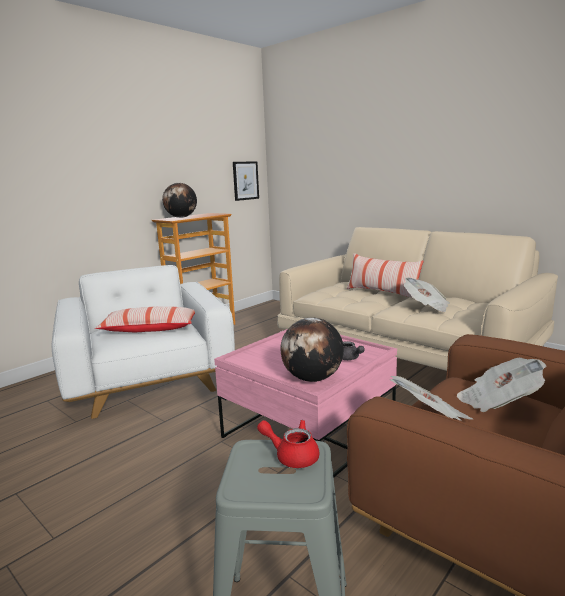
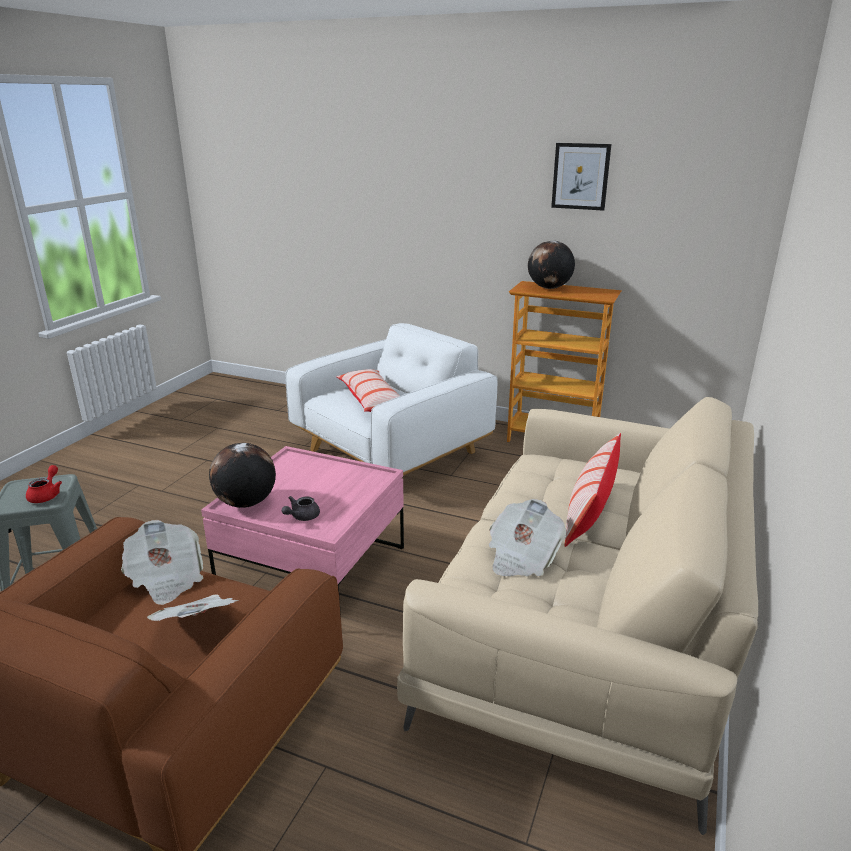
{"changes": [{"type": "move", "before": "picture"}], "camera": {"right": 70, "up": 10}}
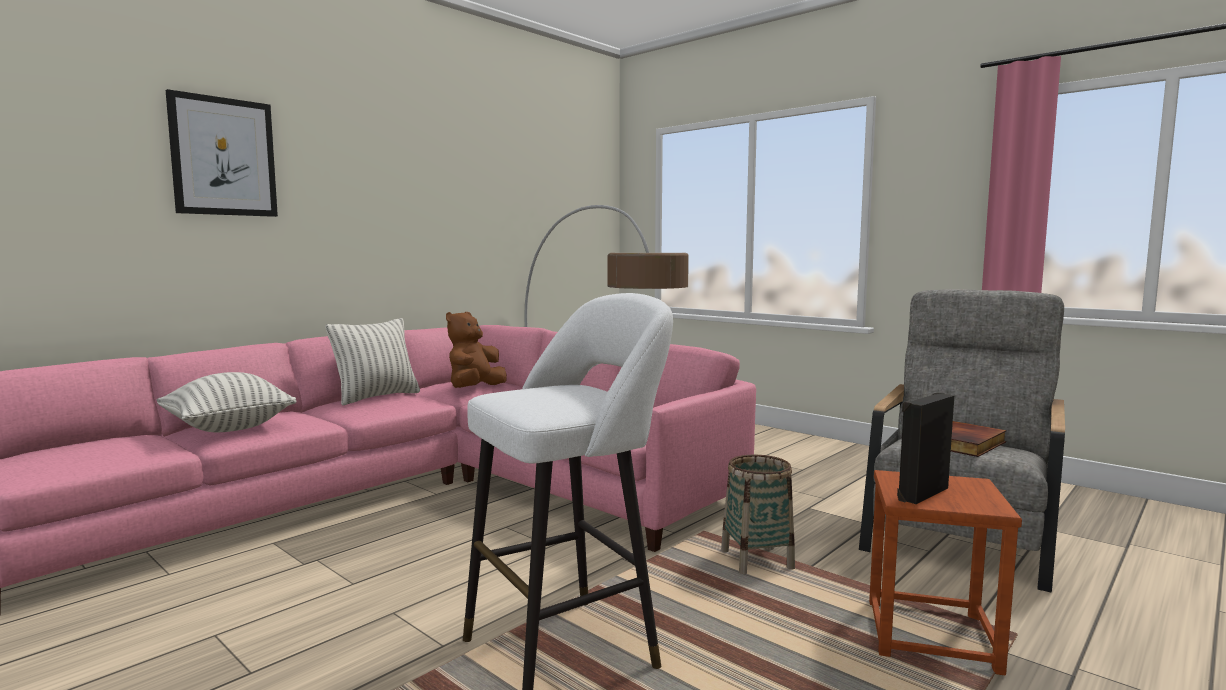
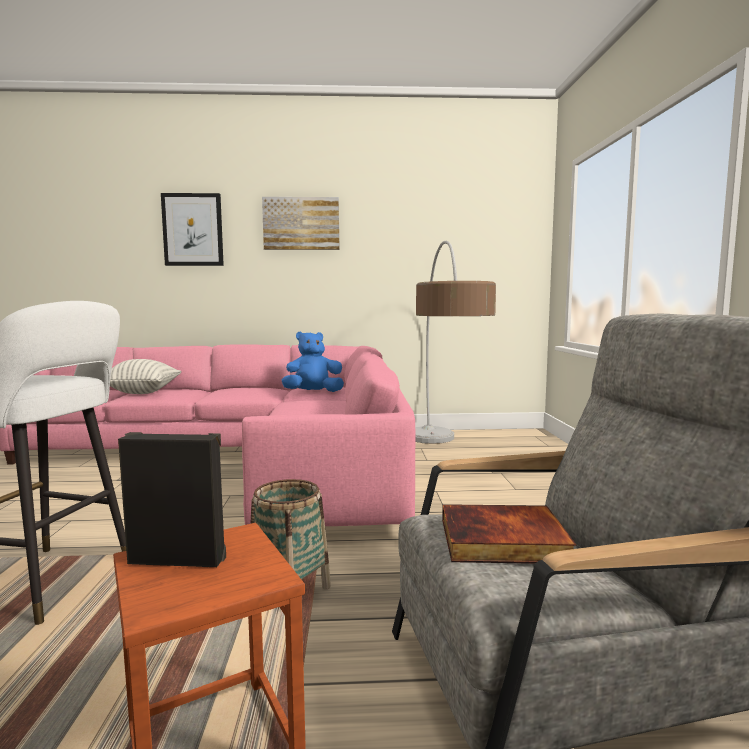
{"changes": [{"type": "insert", "after": "picture (2nd from left)"}, {"type": "recolor", "before": "brown plush toy", "after": "blue plush toy"}, {"type": "delete", "before": "pillow (2nd from left)"}], "camera": {"right": 45, "up": 0}}
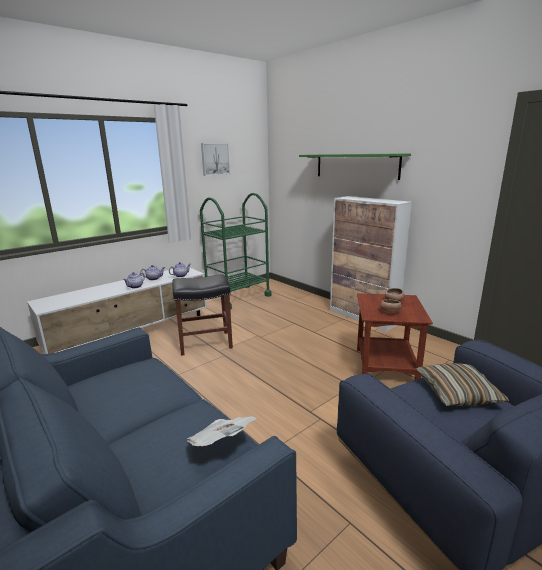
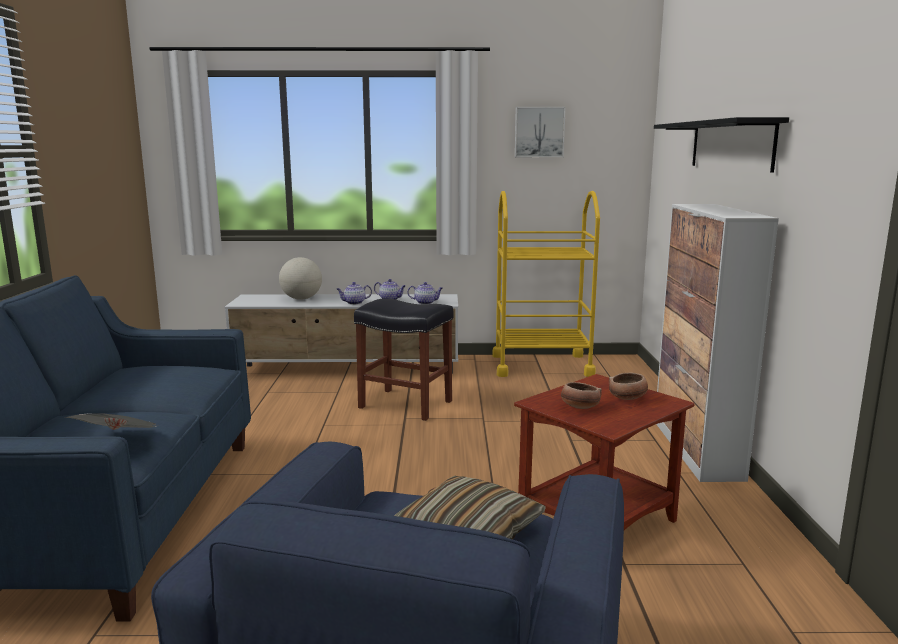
{"changes": [{"type": "insert", "after": "globe"}, {"type": "recolor", "before": "green cart", "after": "yellow cart"}, {"type": "recolor", "before": "green shelf", "after": "black shelf"}], "camera": {"right": 40, "up": -5}}
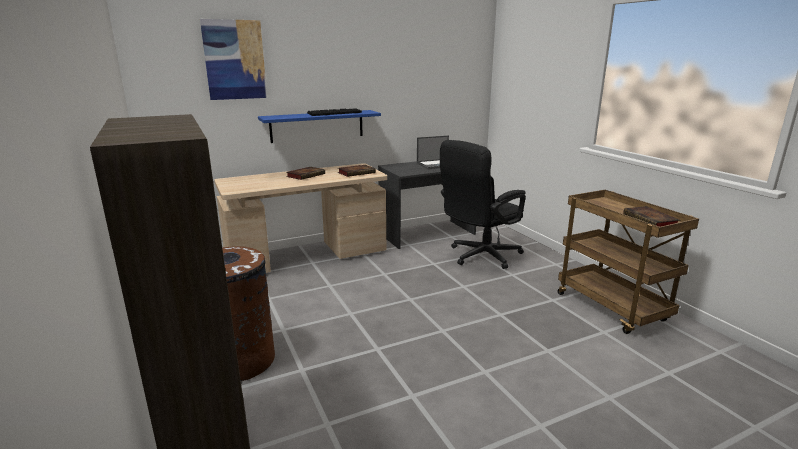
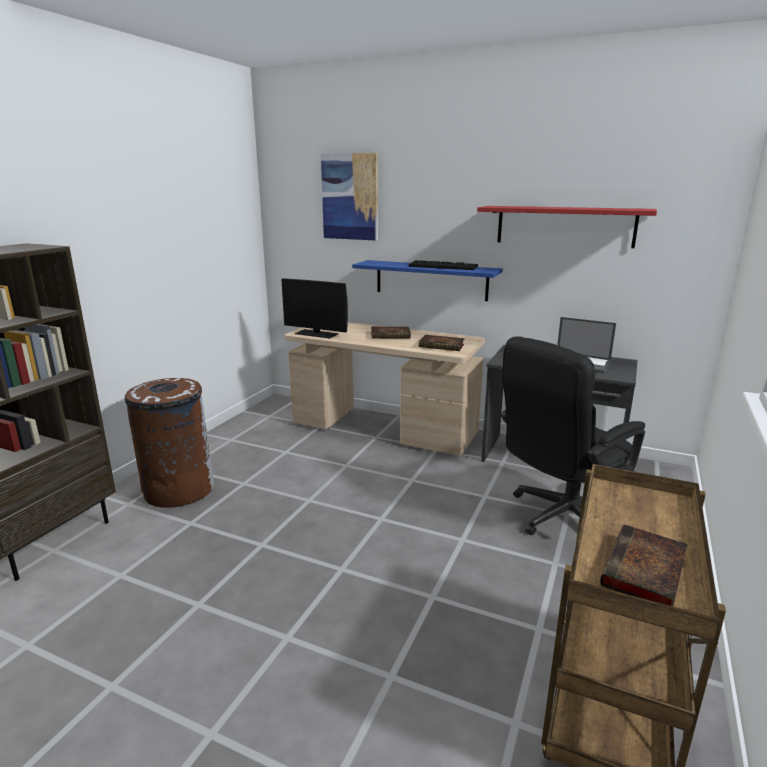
{"changes": [{"type": "insert", "after": "monitor"}, {"type": "insert", "after": "red shelf"}, {"type": "rotate", "before": "black office chair", "turn": -45}], "camera": {"right": 50, "up": 0}}
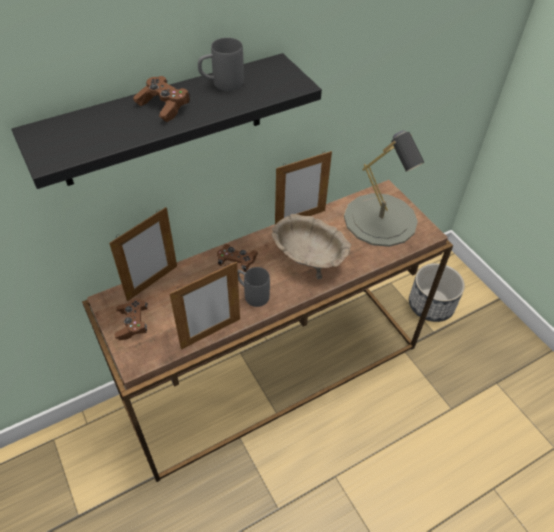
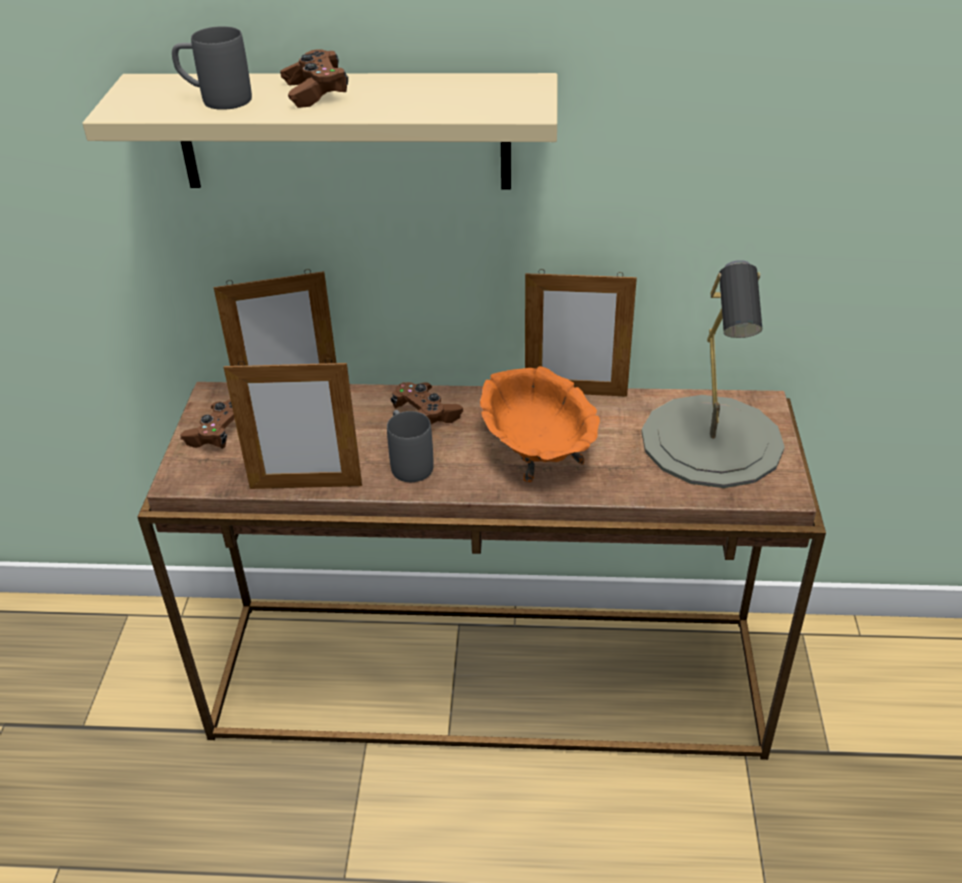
{"changes": [{"type": "recolor", "before": "black shelf", "after": "beige shelf"}, {"type": "move", "before": "grey mug (1st from left)"}, {"type": "recolor", "before": "beige bowl", "after": "orange bowl"}, {"type": "delete", "before": "planter"}], "camera": {"right": 35, "up": -10}}
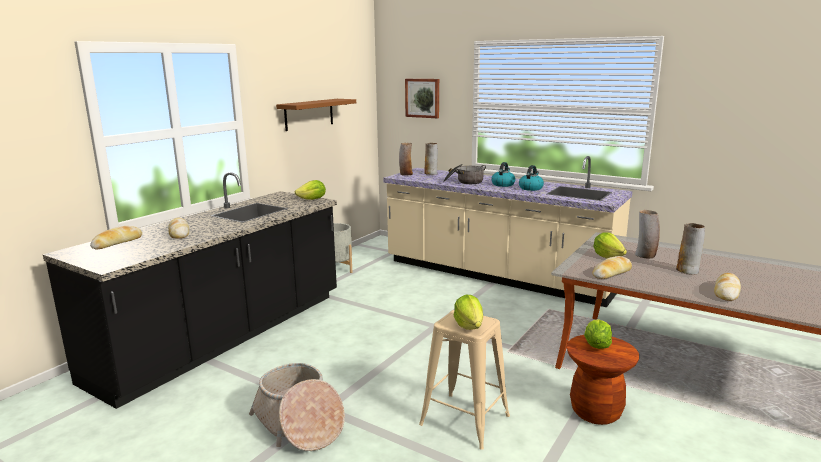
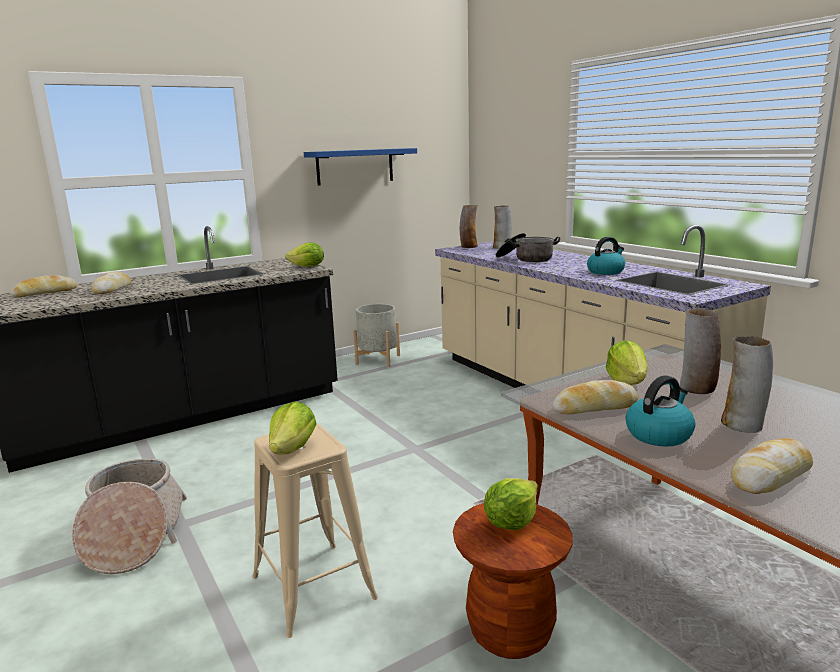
{"changes": [{"type": "recolor", "before": "brown shelf", "after": "blue shelf"}, {"type": "move", "before": "kettle (1st from left in the first image)", "after": "kettle (2nd from left)"}, {"type": "delete", "before": "picture"}], "camera": {"right": 25, "up": 0}}
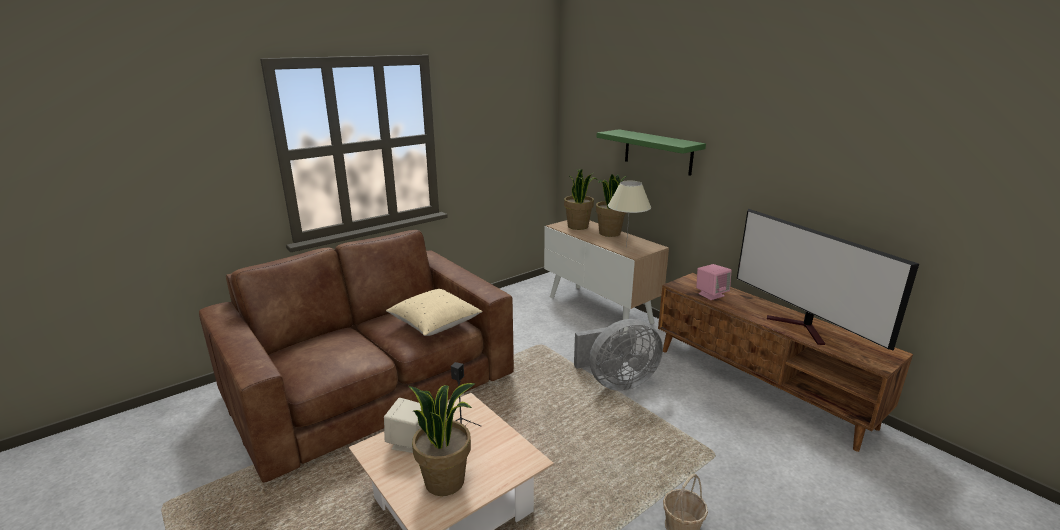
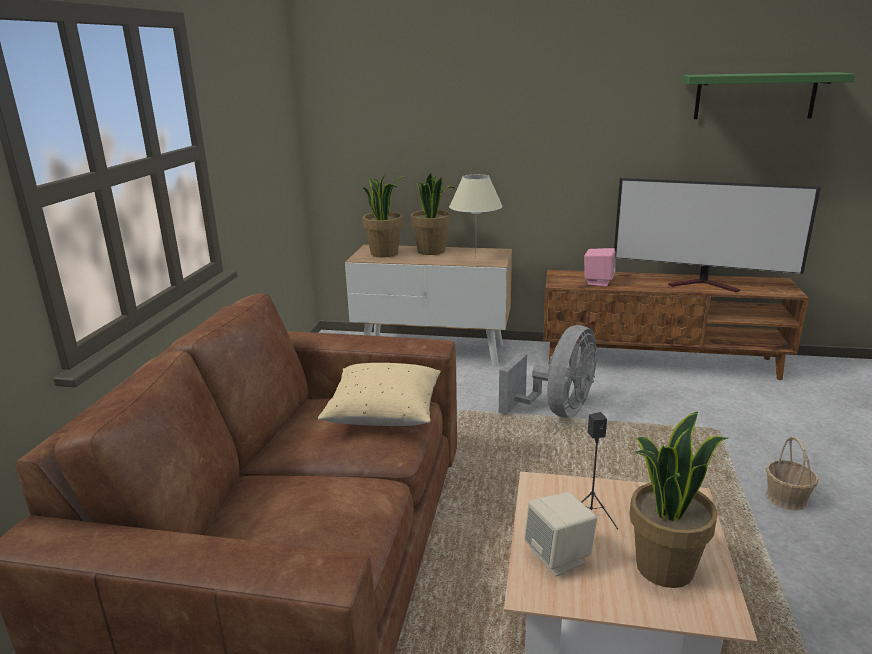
{"changes": [{"type": "move", "before": "green shelf"}], "camera": {"right": -40, "up": 0}}
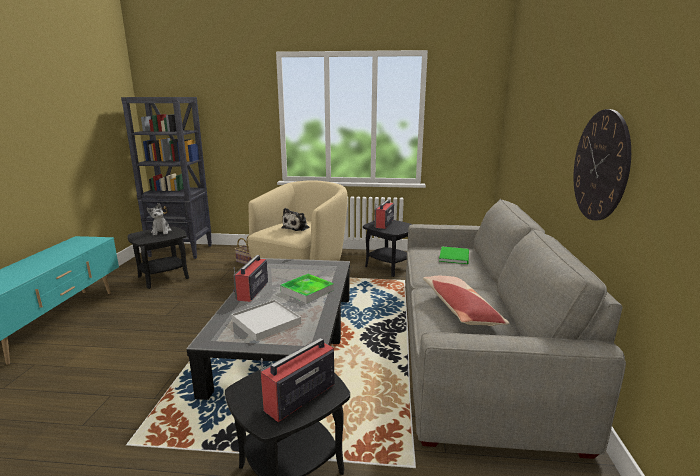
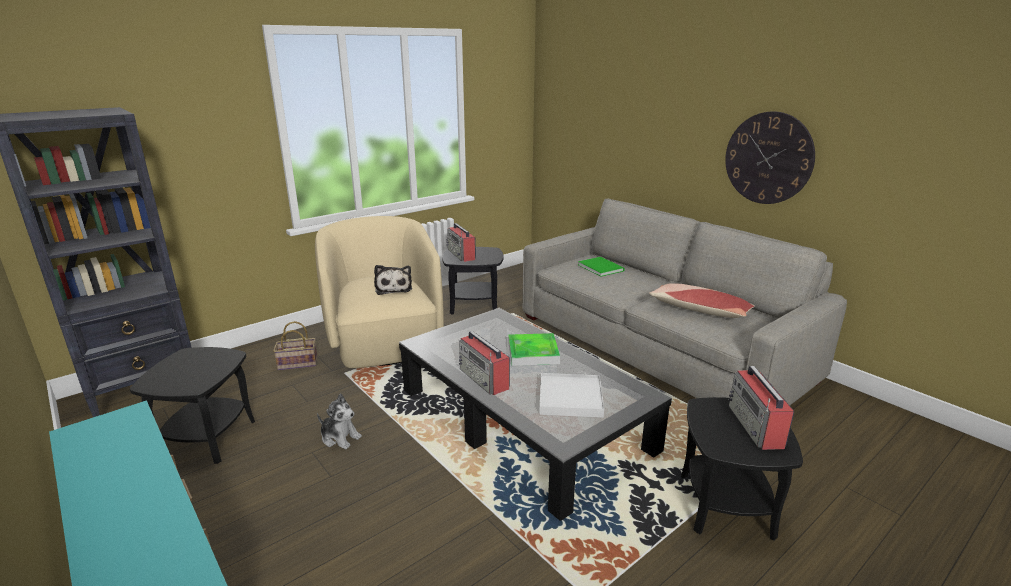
{"changes": [{"type": "move", "before": "plush toy (1st from left)"}], "camera": {"right": -45, "up": 5}}
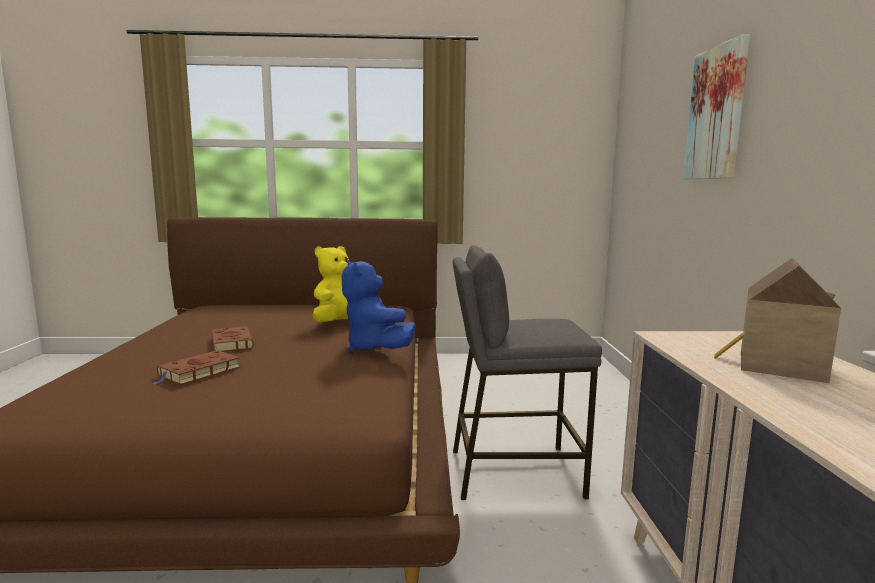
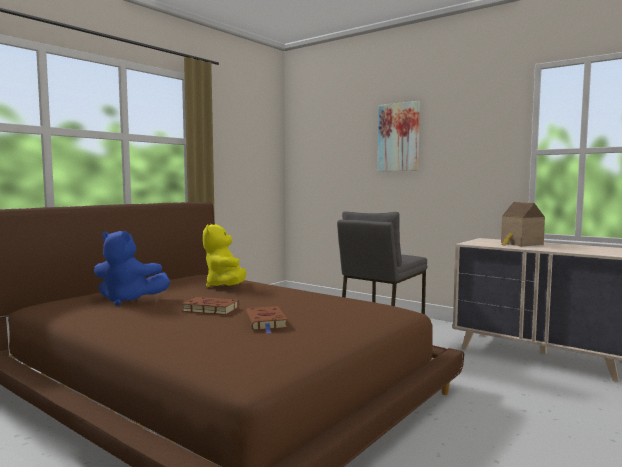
{"changes": [{"type": "move", "before": "blue plush toy"}], "camera": {"right": -50, "up": -5}}
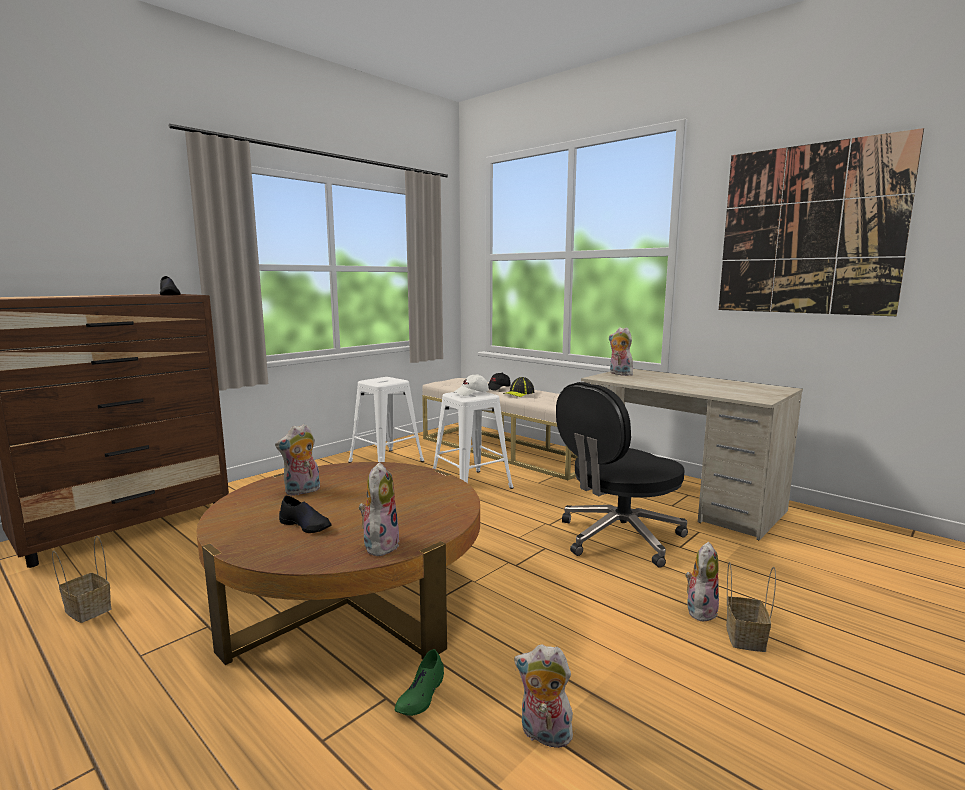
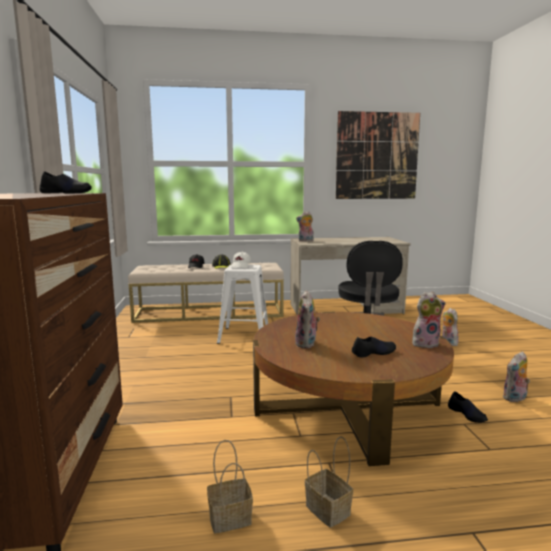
{"changes": [{"type": "move", "before": "basket (2nd from left)"}, {"type": "rotate", "before": "plush toy (2nd from left in the first image)", "turn": 120}, {"type": "recolor", "before": "green shoe", "after": "black shoe (3rd from left)"}, {"type": "delete", "before": "white stool (1st from left)"}], "camera": {"right": -50, "up": 0}}
